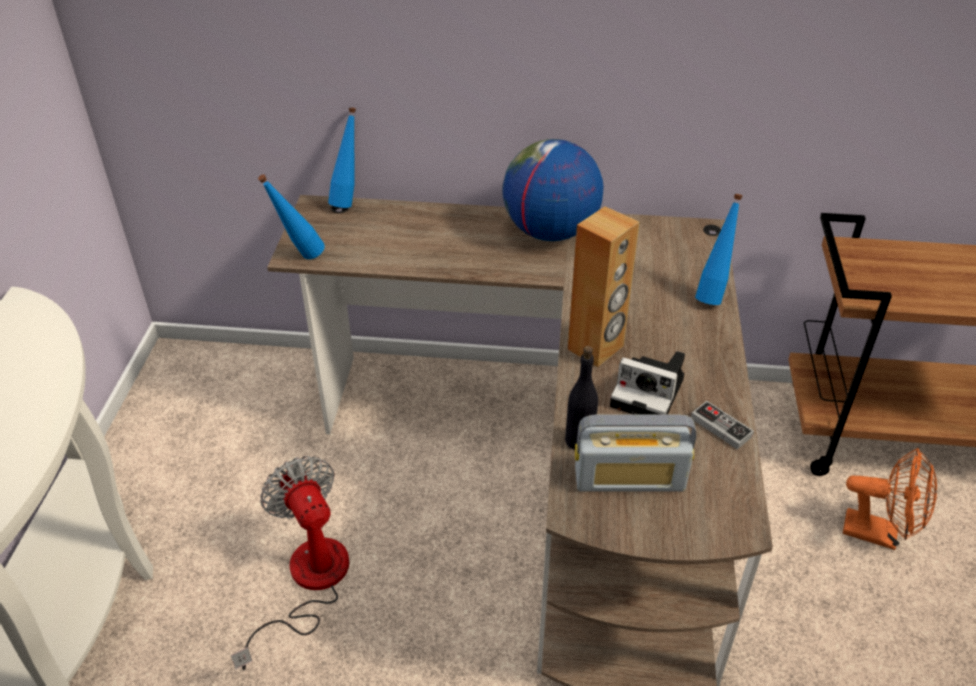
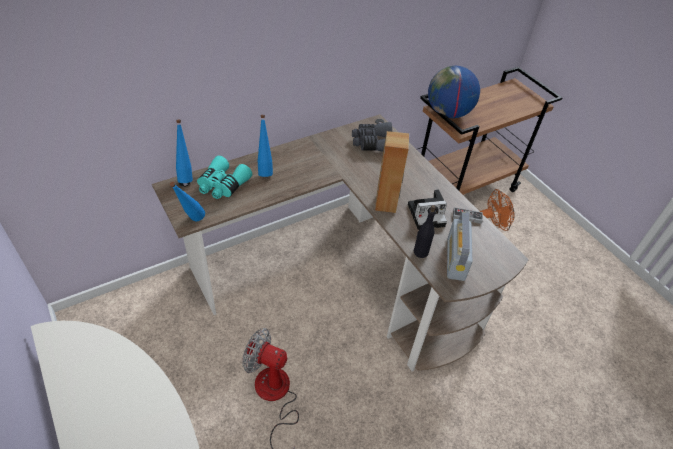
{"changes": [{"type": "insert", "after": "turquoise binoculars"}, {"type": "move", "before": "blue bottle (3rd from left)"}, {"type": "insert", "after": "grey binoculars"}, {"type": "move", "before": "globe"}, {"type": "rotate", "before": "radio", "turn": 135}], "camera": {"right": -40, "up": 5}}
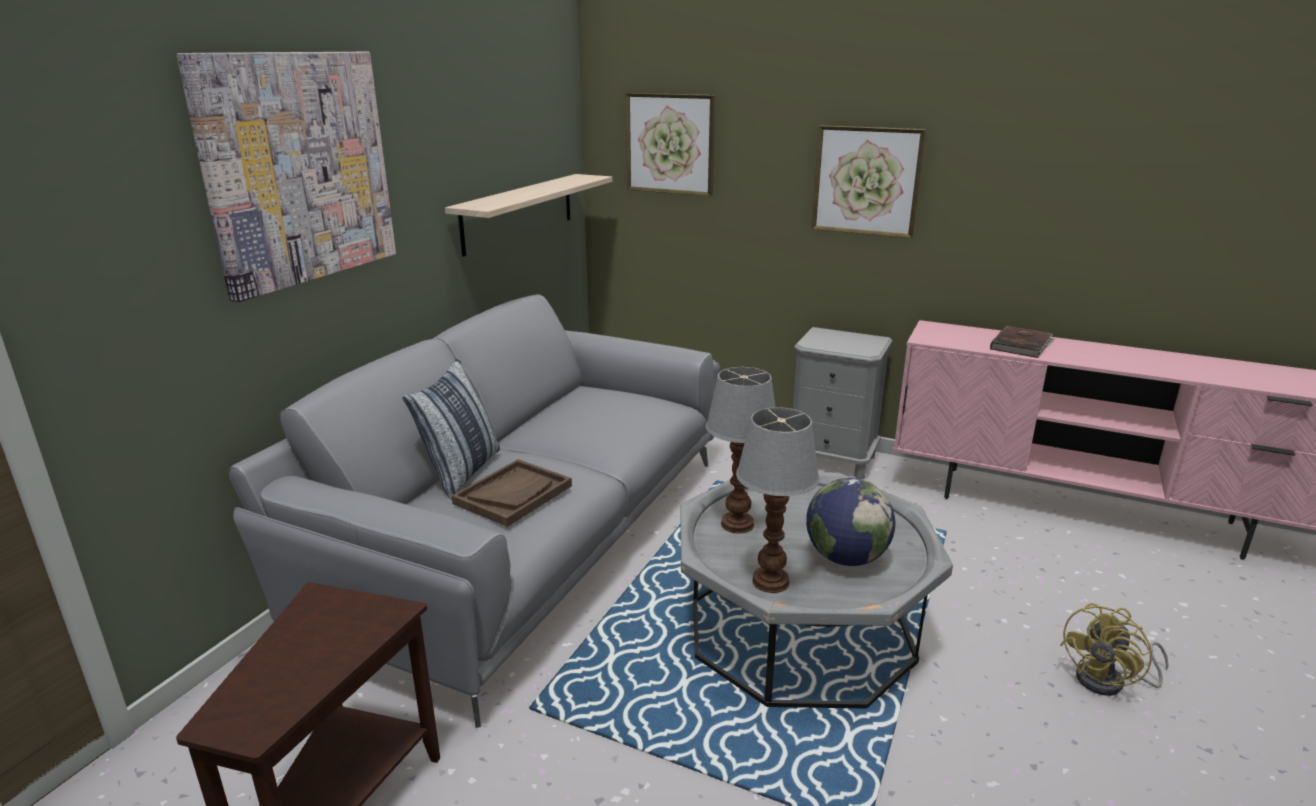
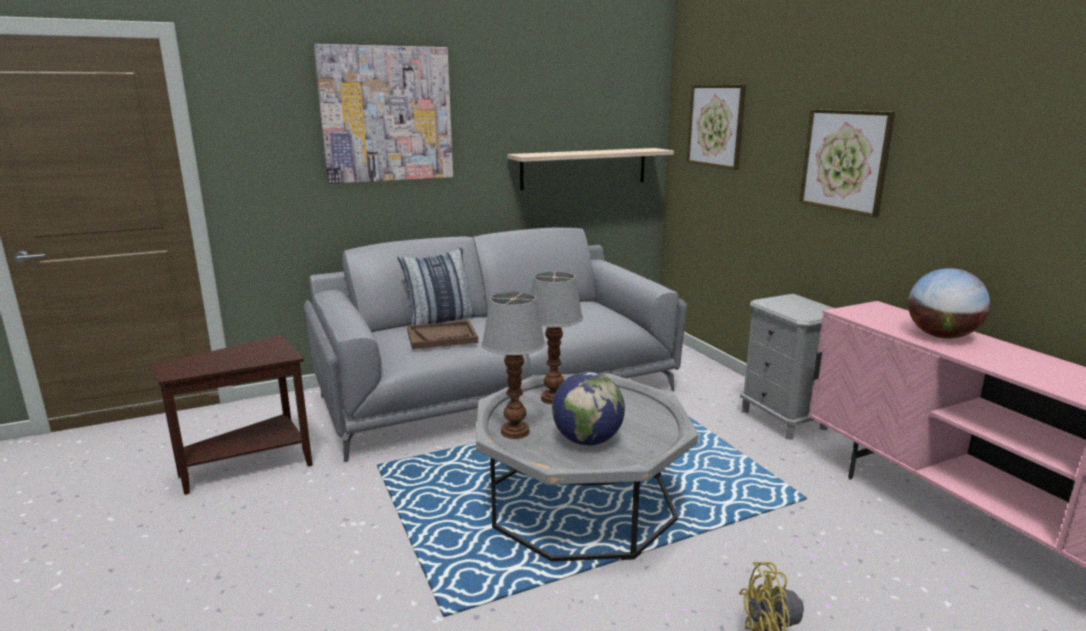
{"changes": [{"type": "replace", "before": "brown book", "after": "globe (2nd from left)"}], "camera": {"right": 40, "up": -5}}
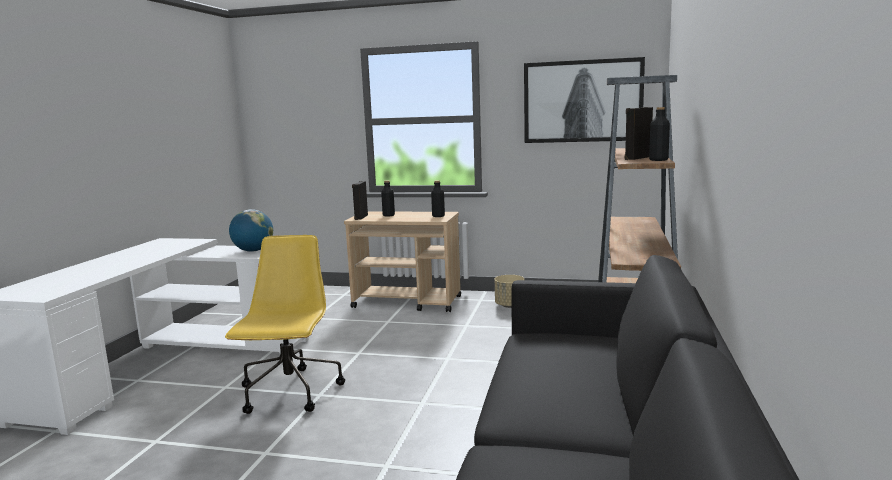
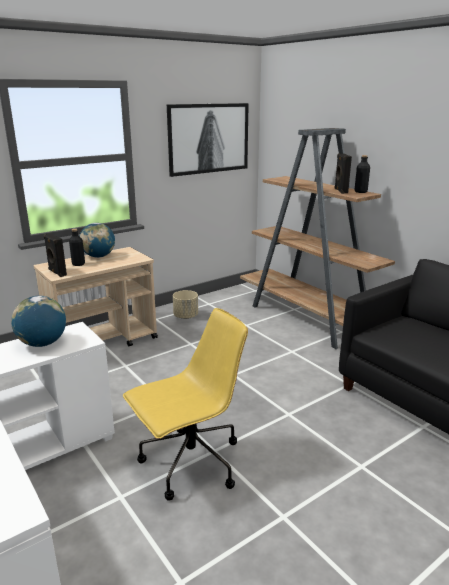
{"changes": [{"type": "insert", "after": "globe (2nd from left)"}, {"type": "rotate", "before": "yellow office chair", "turn": 105}, {"type": "delete", "before": "black bottle (2nd from left)"}], "camera": {"right": -50, "up": 10}}
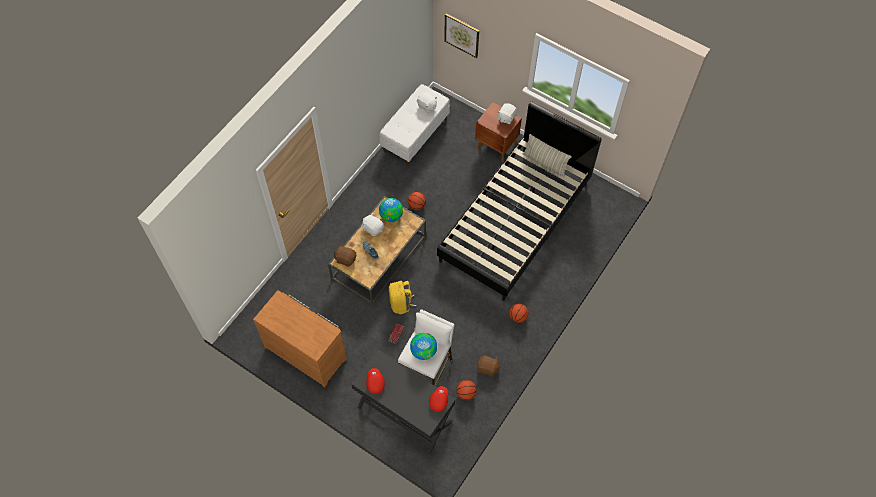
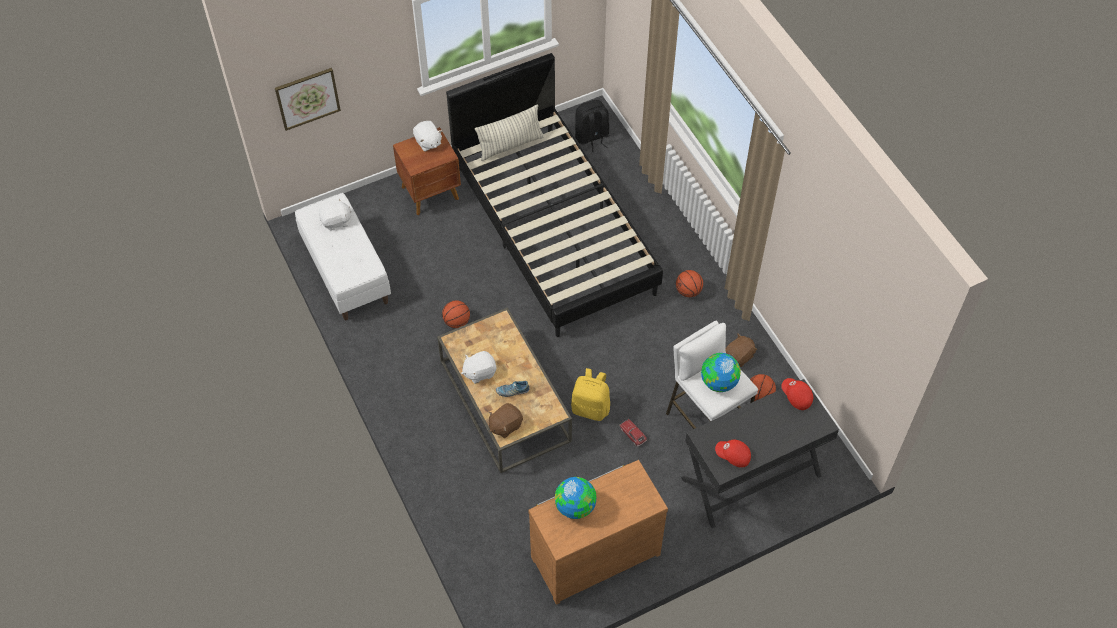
{"changes": [{"type": "move", "before": "globe (1st from left)"}, {"type": "insert", "after": "black backpack"}], "camera": {"right": -60, "up": -5}}
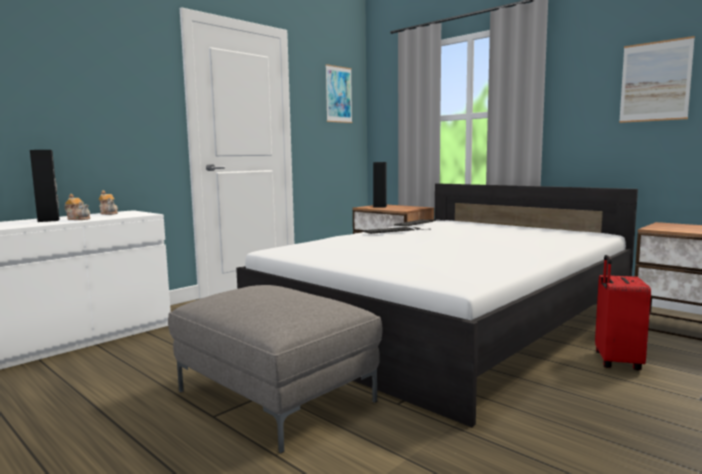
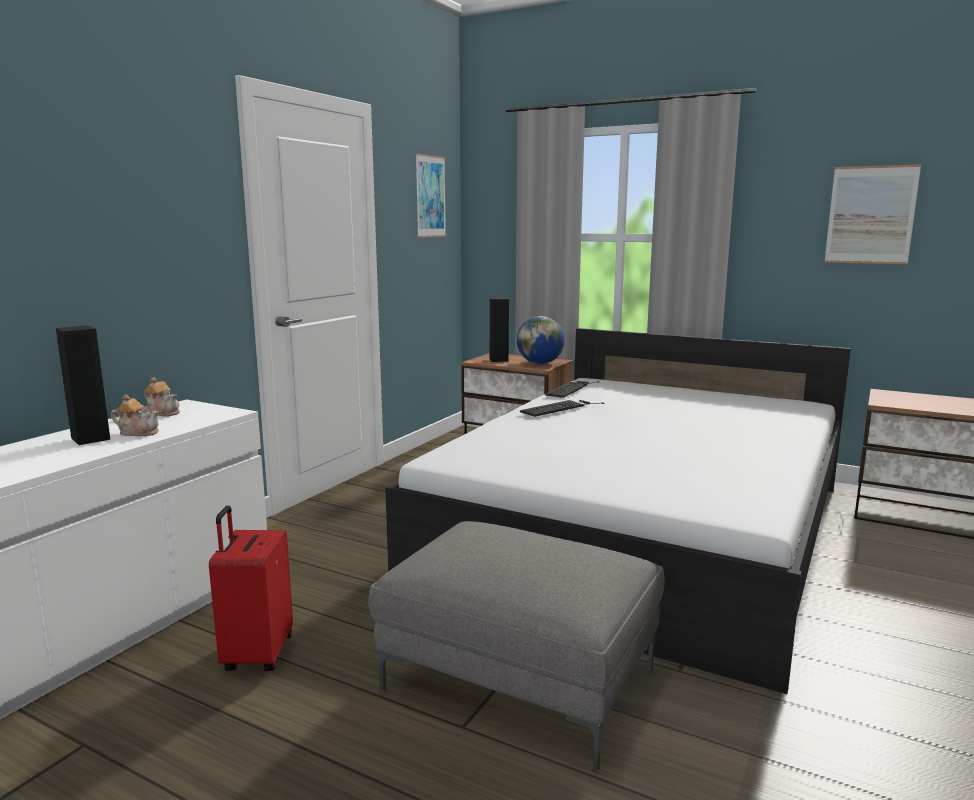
{"changes": [{"type": "move", "before": "red suitcase"}, {"type": "insert", "after": "globe"}], "camera": {"right": -15, "up": 5}}
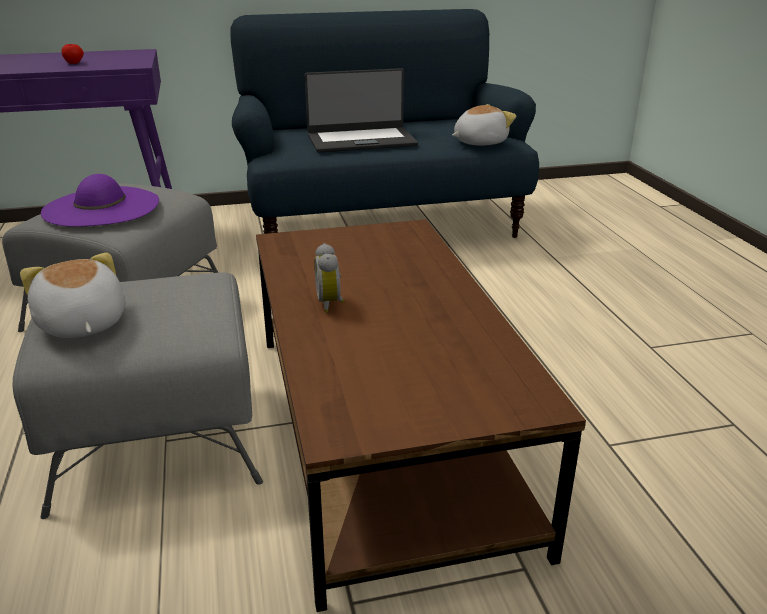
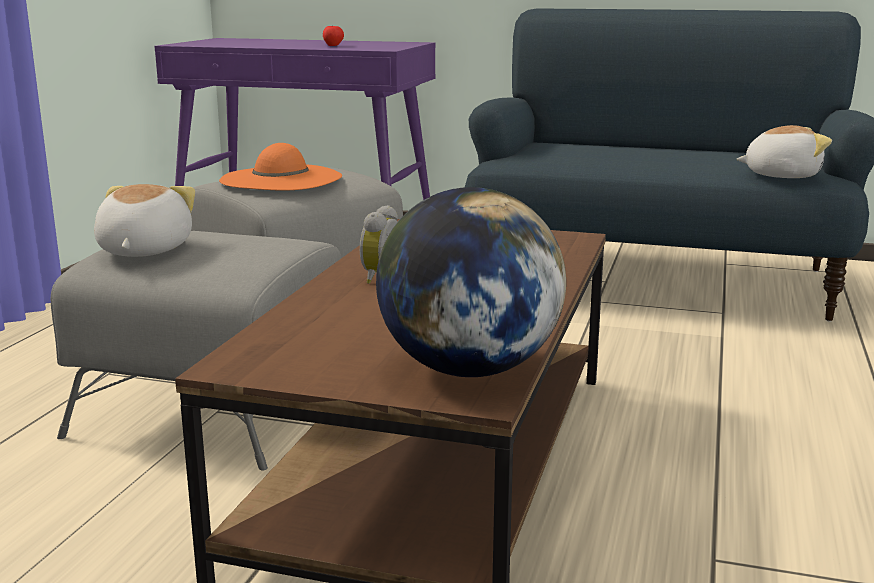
{"changes": [{"type": "recolor", "before": "purple hat", "after": "orange hat"}, {"type": "insert", "after": "globe"}, {"type": "delete", "before": "laptop"}], "camera": {"right": 30, "up": -10}}
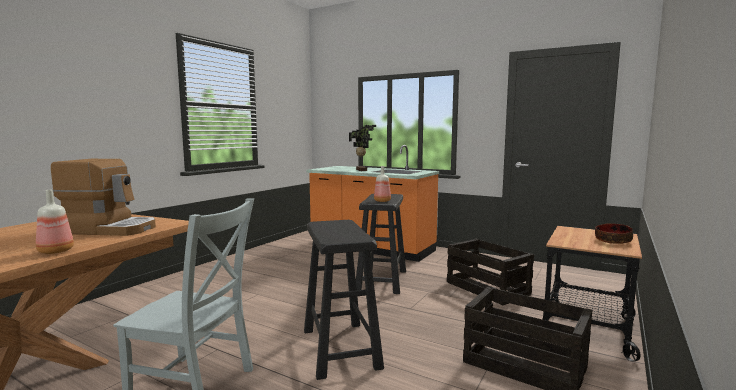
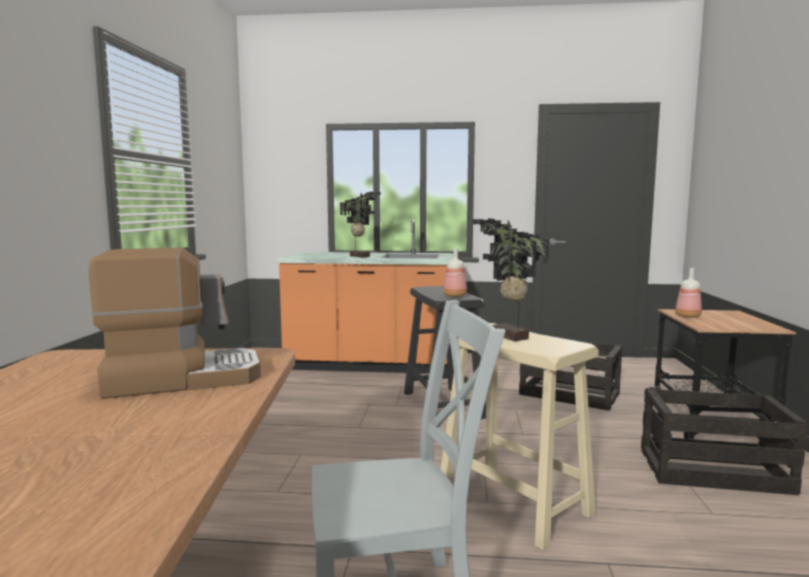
{"changes": [{"type": "recolor", "before": "black stool (1st from left)", "after": "beige stool"}, {"type": "insert", "after": "potted plant (2nd from left)"}, {"type": "move", "before": "bottle (1st from left in the first image)", "after": "bottle (2nd from left)"}, {"type": "delete", "before": "bowl"}], "camera": {"right": -25, "up": 0}}
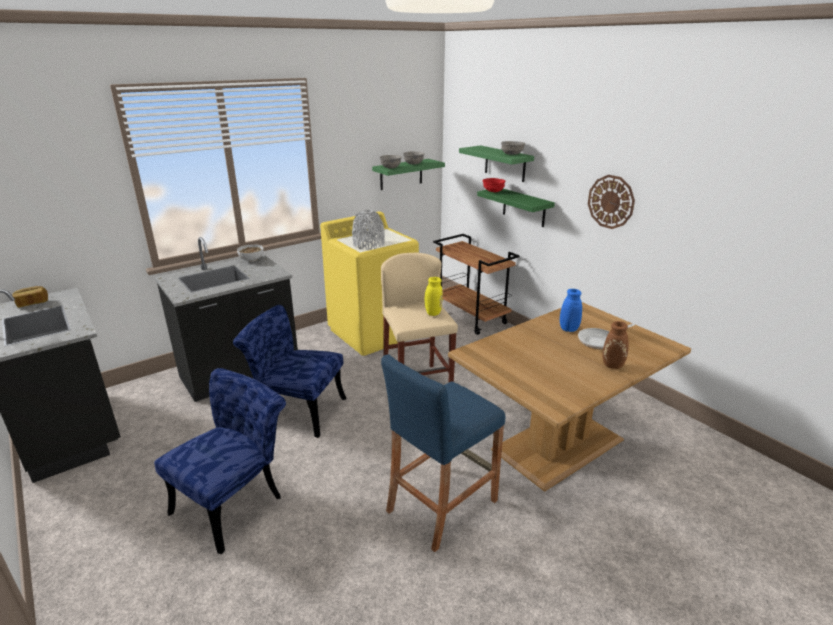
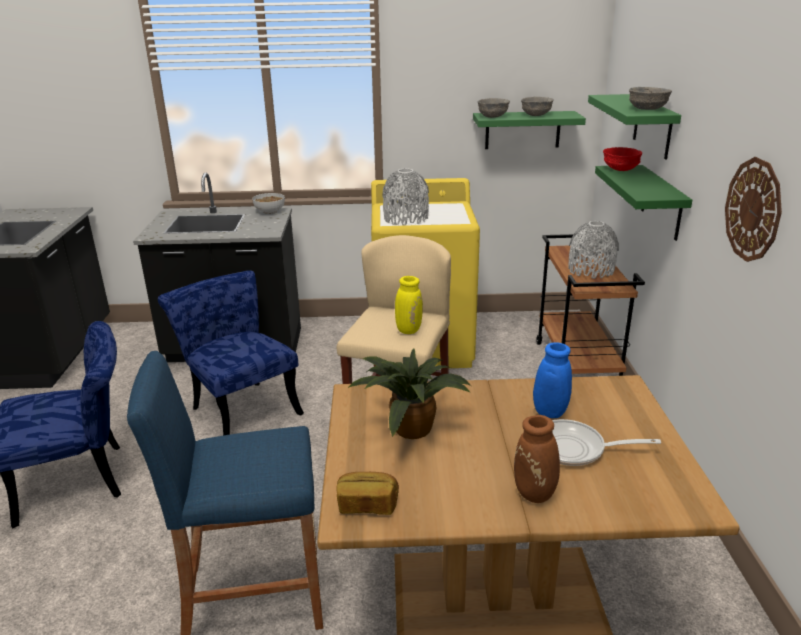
{"changes": [{"type": "move", "before": "bread"}, {"type": "insert", "after": "potted plant"}, {"type": "insert", "after": "grey vase (2nd from left)"}], "camera": {"right": 35, "up": 0}}
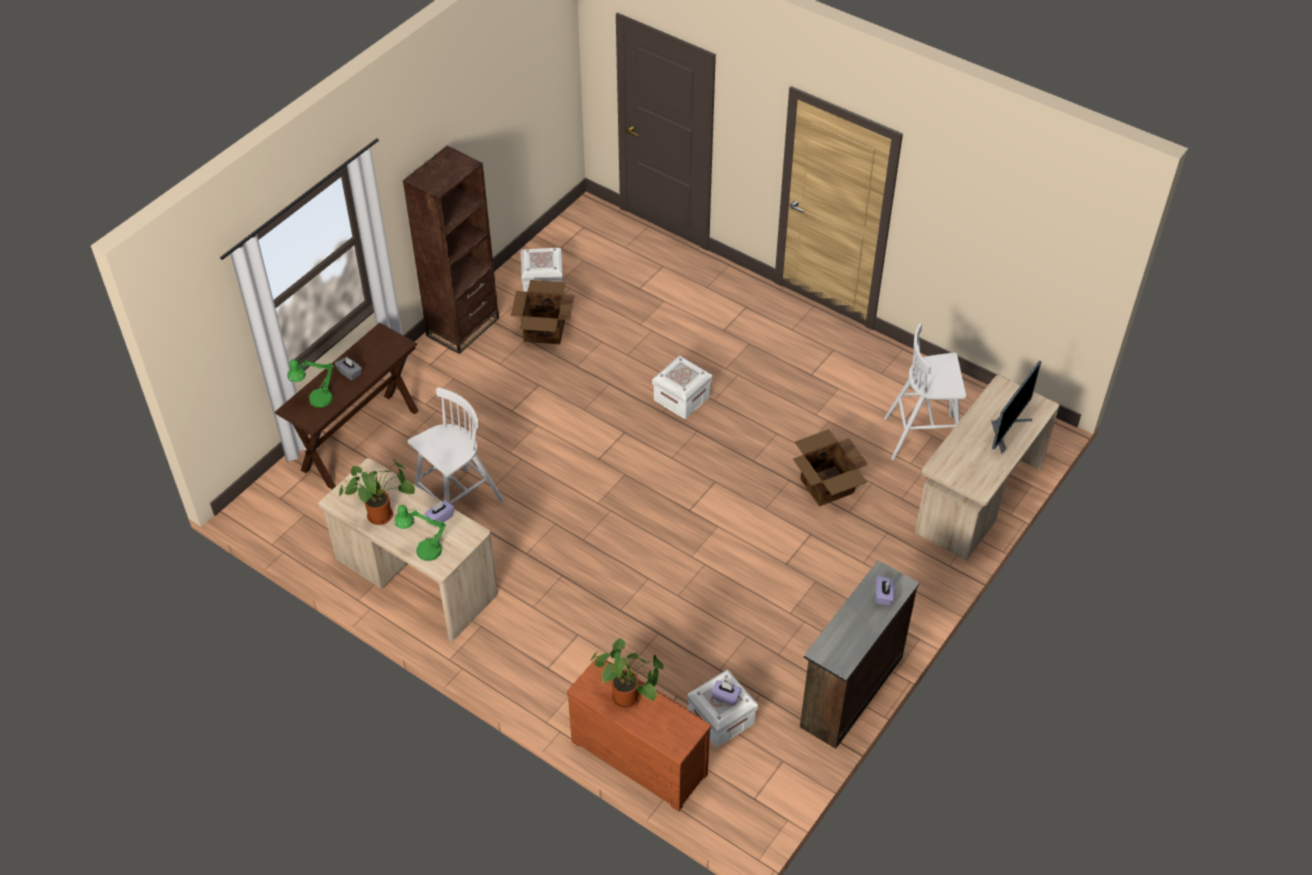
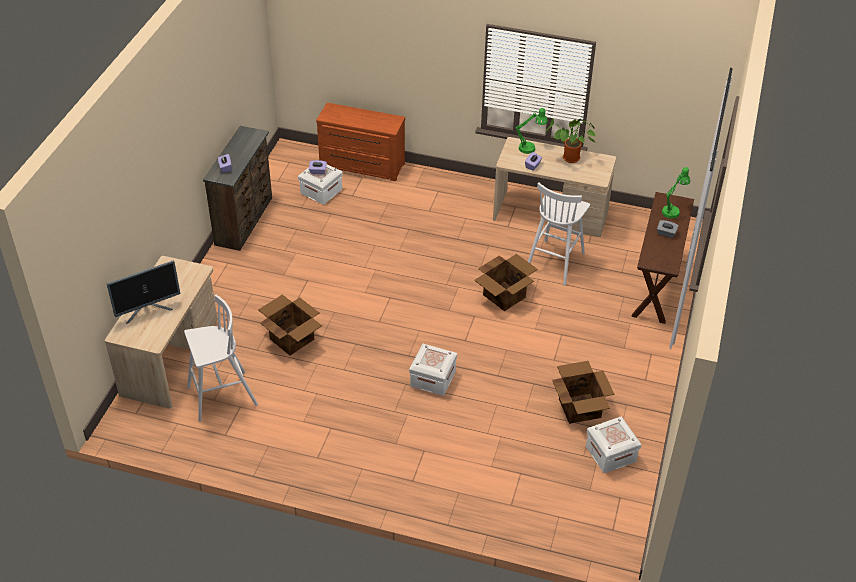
{"changes": [{"type": "rotate", "before": "monitor", "turn": -135}, {"type": "insert", "after": "cardboard box (2nd from left)"}, {"type": "delete", "before": "brown bookcase"}, {"type": "delete", "before": "potted plant (2nd from left)"}], "camera": {"right": 160, "up": -5}}
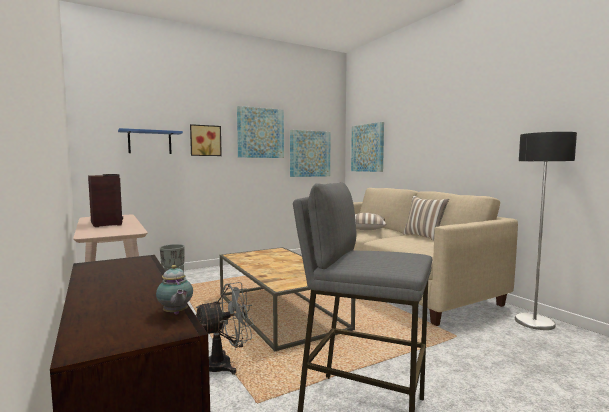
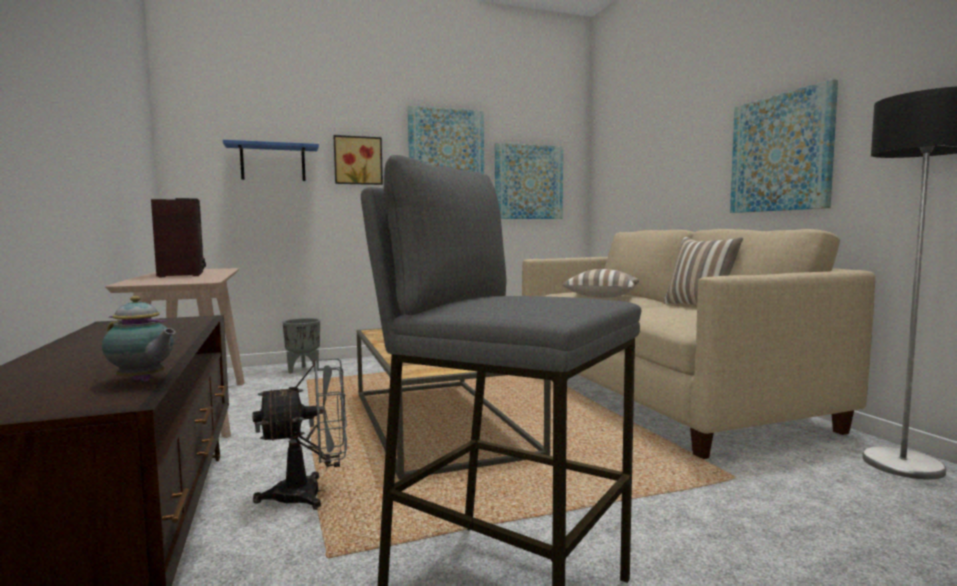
{"changes": [{"type": "rotate", "before": "teapot", "turn": -45}, {"type": "move", "before": "picture (4th from left)"}], "camera": {"right": 10, "up": 0}}
